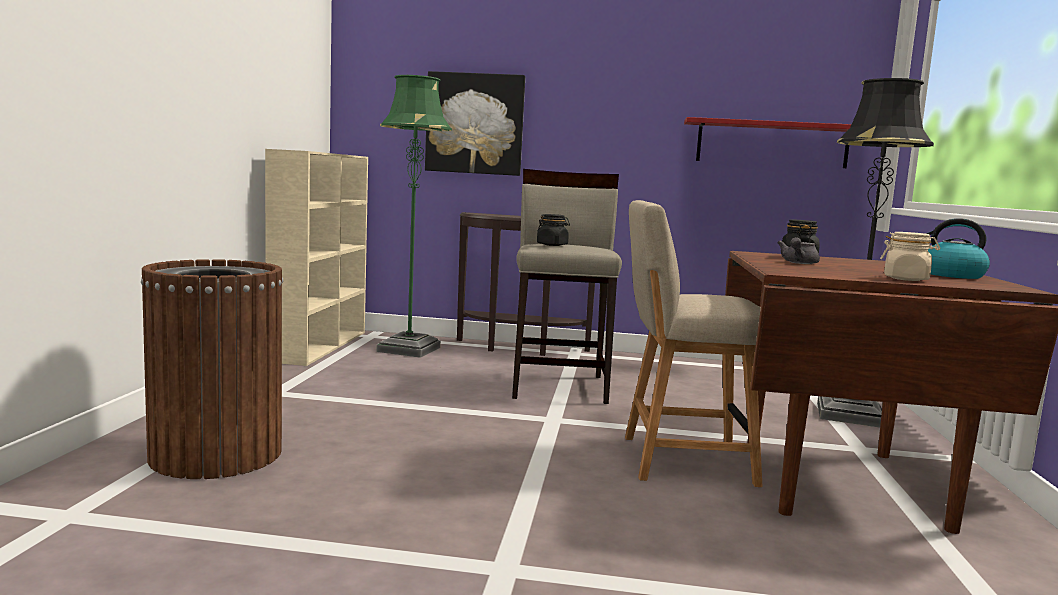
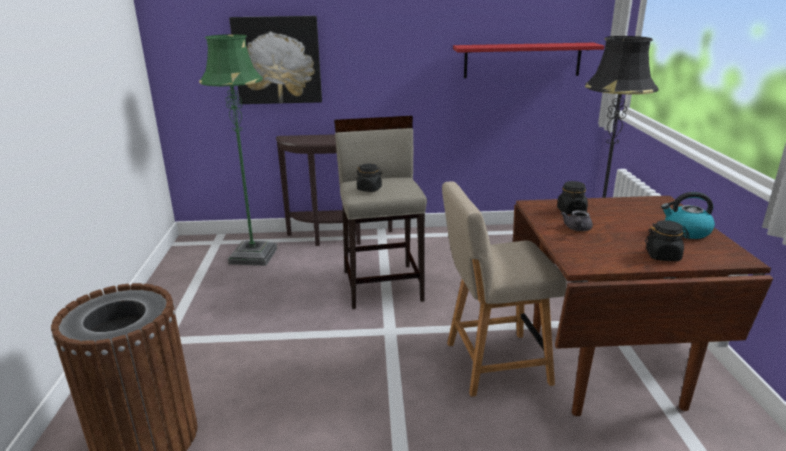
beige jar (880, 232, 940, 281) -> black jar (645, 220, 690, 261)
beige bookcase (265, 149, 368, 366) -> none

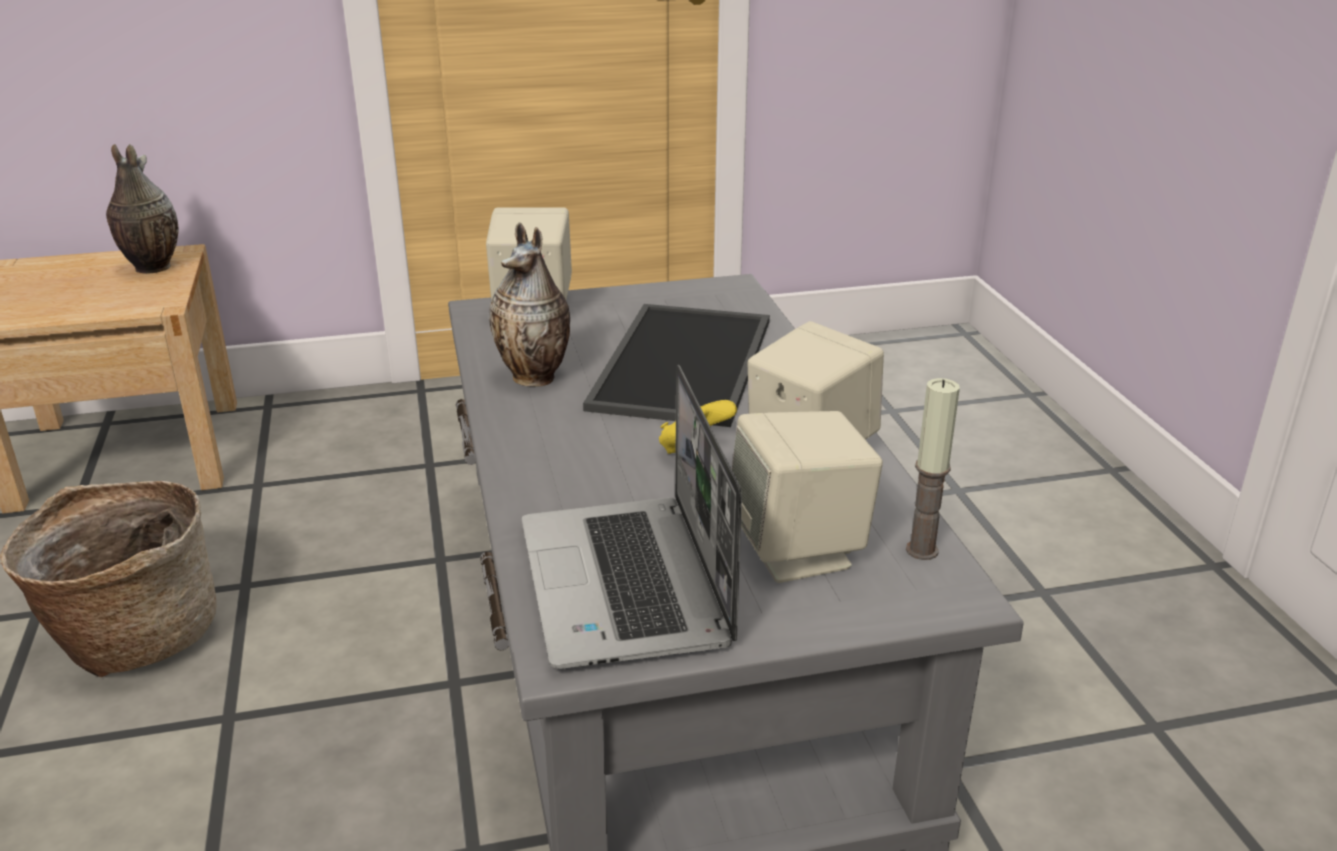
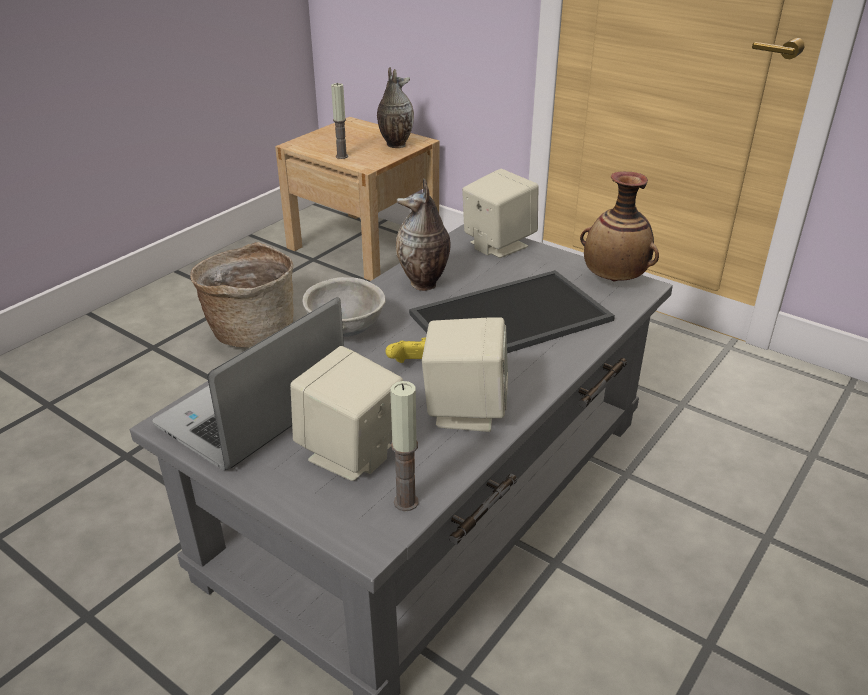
none -> grey bowl (302, 277, 386, 337)
none -> candle (331, 83, 348, 159)
none -> vase (580, 172, 659, 281)

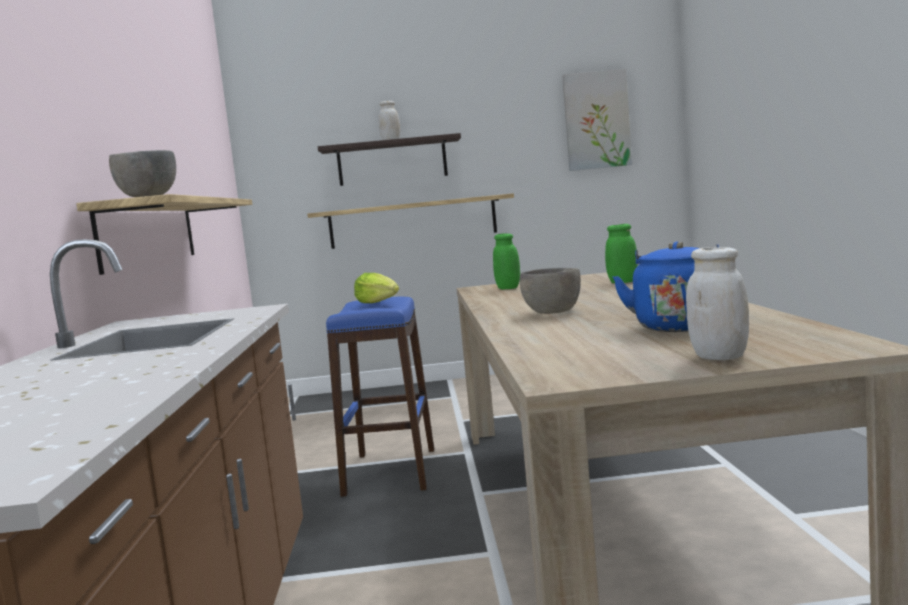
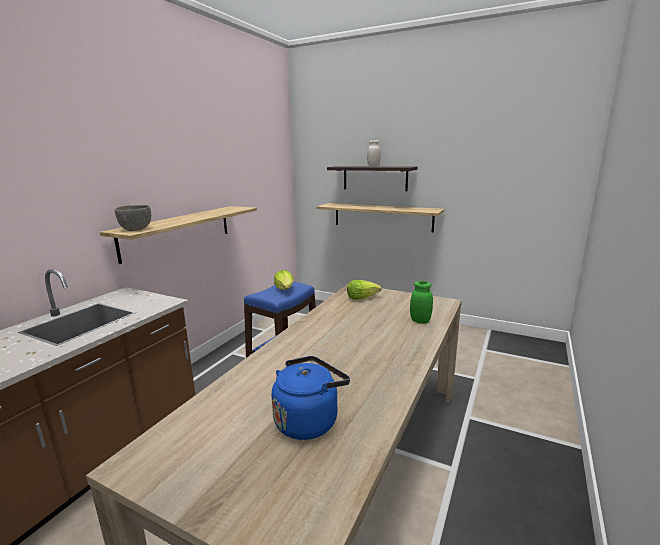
green jar (493, 233, 520, 289) -> lettuce (347, 280, 382, 300)
grey bowl (520, 268, 581, 314) -> none
picture (562, 69, 632, 171) -> none
white jar (686, 247, 749, 360) -> none

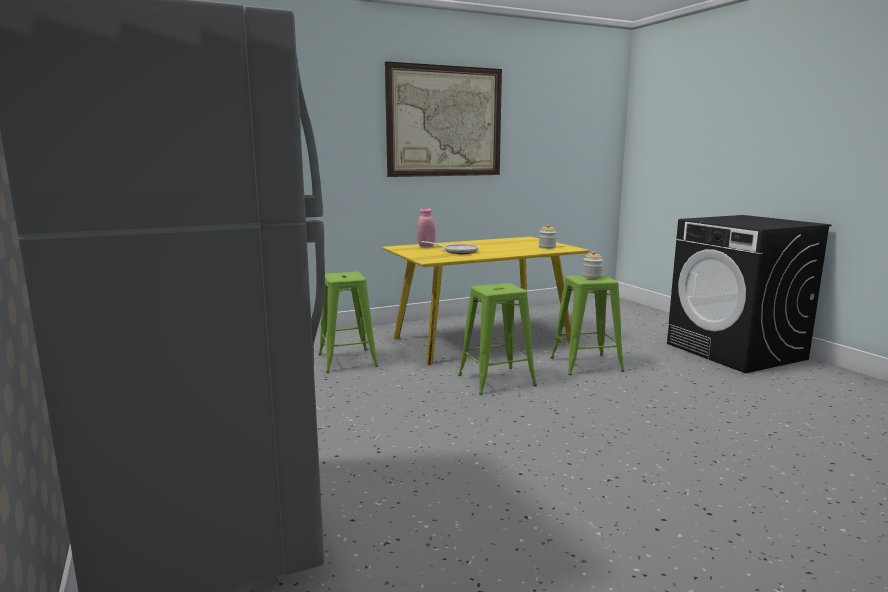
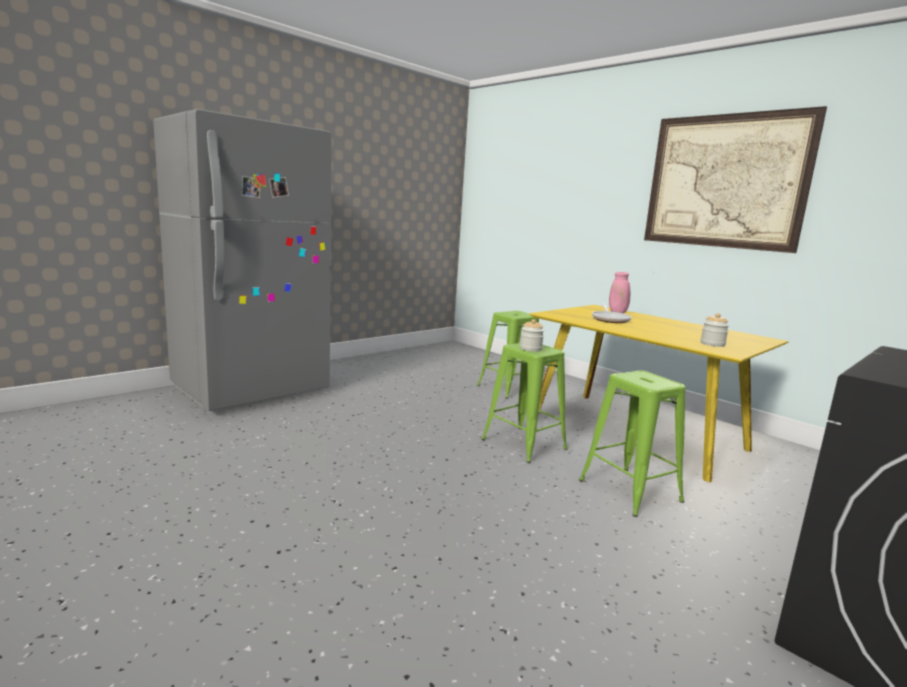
jar (583, 251, 603, 279) -> jar (520, 319, 544, 352), move

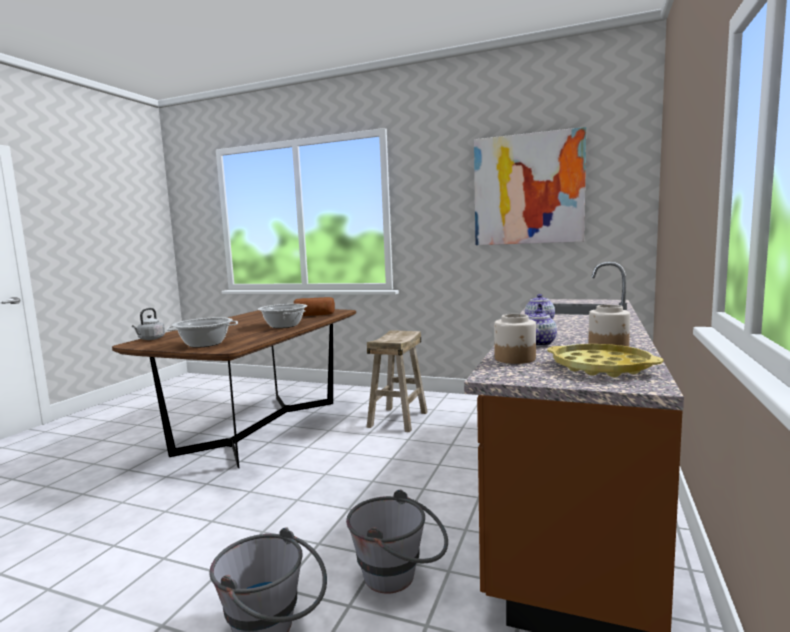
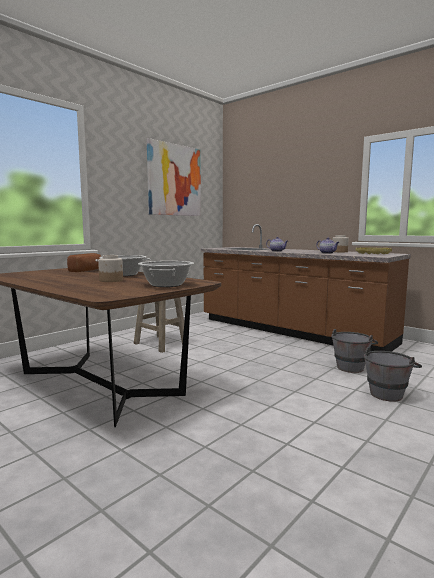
jar (494, 314, 536, 364) -> jar (98, 255, 123, 282), move
grey kettle (132, 308, 165, 340) -> none

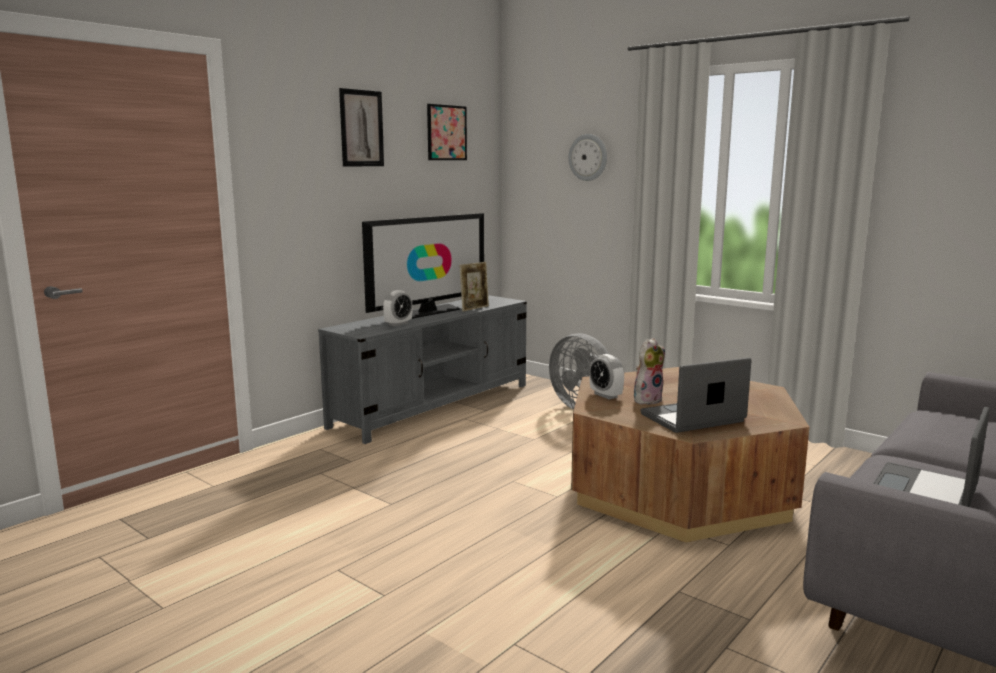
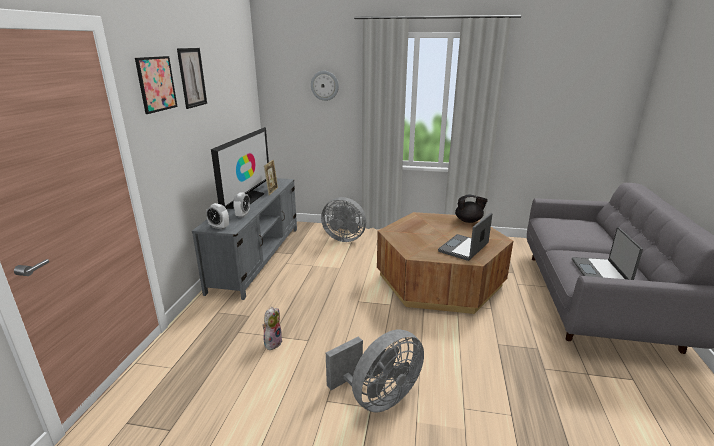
picture (427, 104, 467, 160) -> picture (135, 56, 177, 114), move
alarm clock (589, 354, 624, 400) -> alarm clock (206, 203, 229, 230), move
plush toy (634, 338, 665, 405) -> plush toy (262, 307, 283, 350), move
none -> grey fan (326, 330, 424, 412)
none -> black teapot (455, 195, 488, 223)

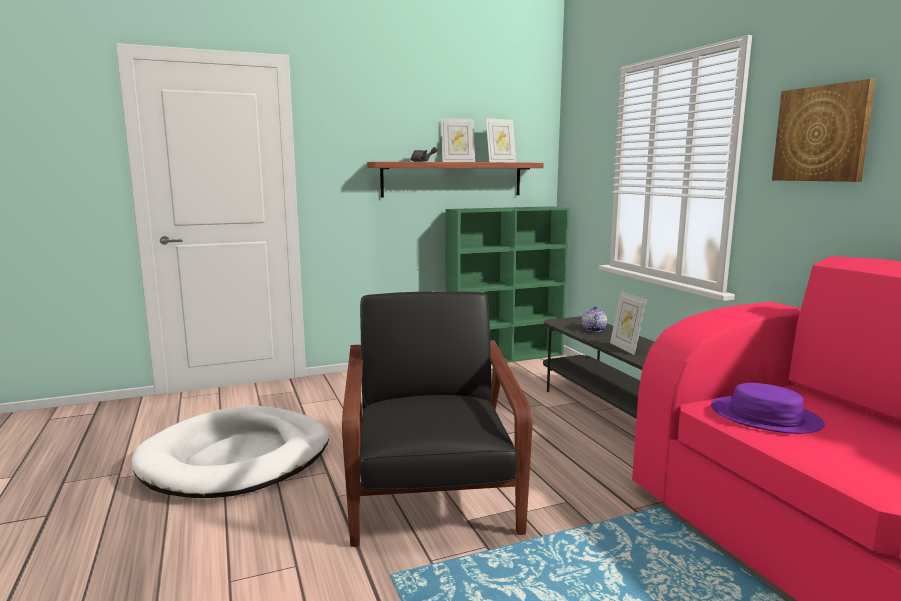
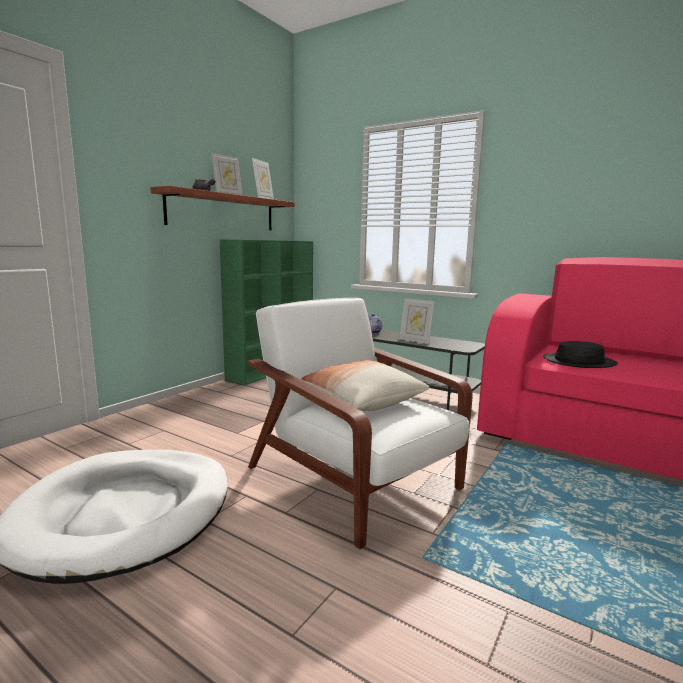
black armchair (342, 291, 533, 547) -> white armchair (247, 298, 473, 549)
none -> pillow (301, 360, 430, 411)
purple hat (711, 383, 825, 434) -> black hat (543, 341, 618, 368)
picture (772, 79, 876, 182) -> none

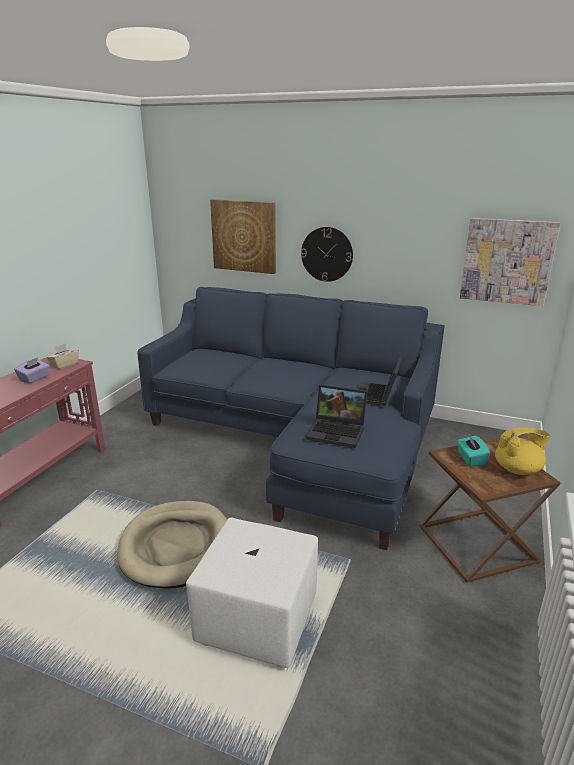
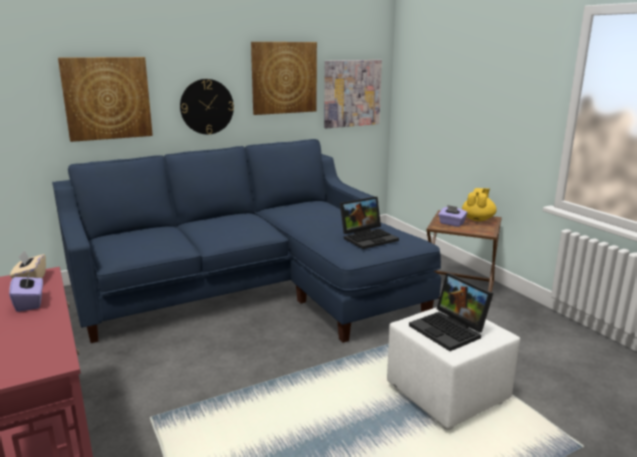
none -> picture (251, 42, 317, 115)
laptop (357, 357, 402, 406) -> laptop (409, 273, 493, 351), move
turquoise tissue box (457, 435, 490, 467) -> purple tissue box (438, 205, 467, 227)
beige dog bed (117, 501, 227, 588) -> none

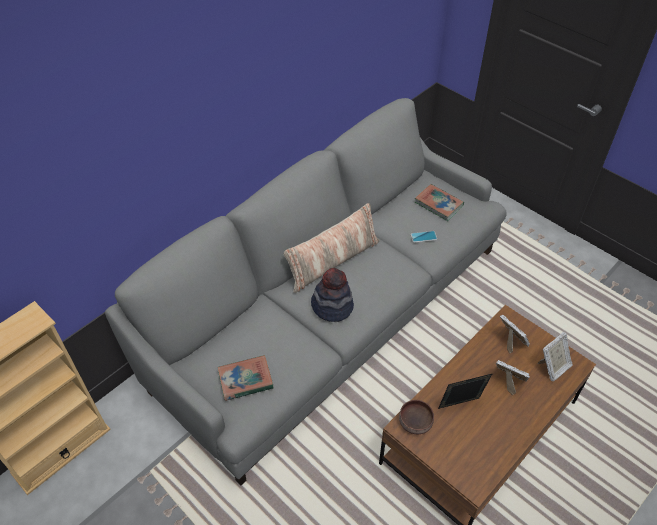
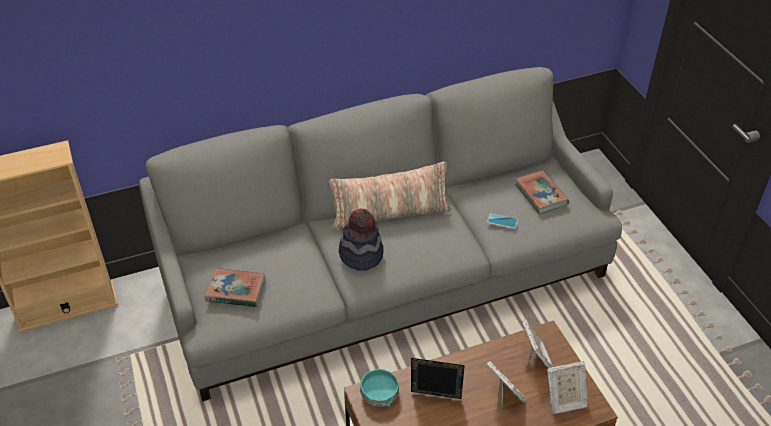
brown bowl (399, 400, 434, 434) -> turquoise bowl (360, 369, 399, 407)

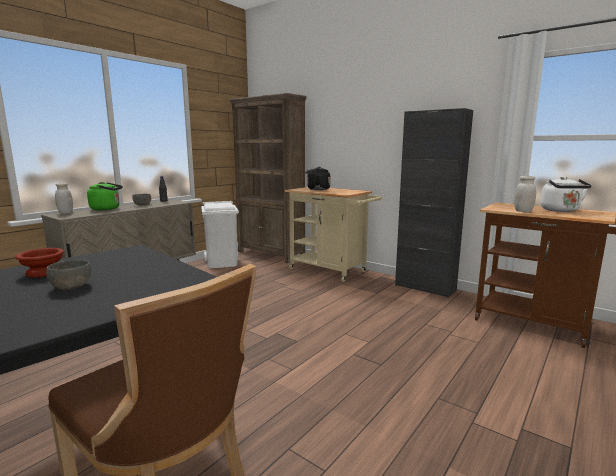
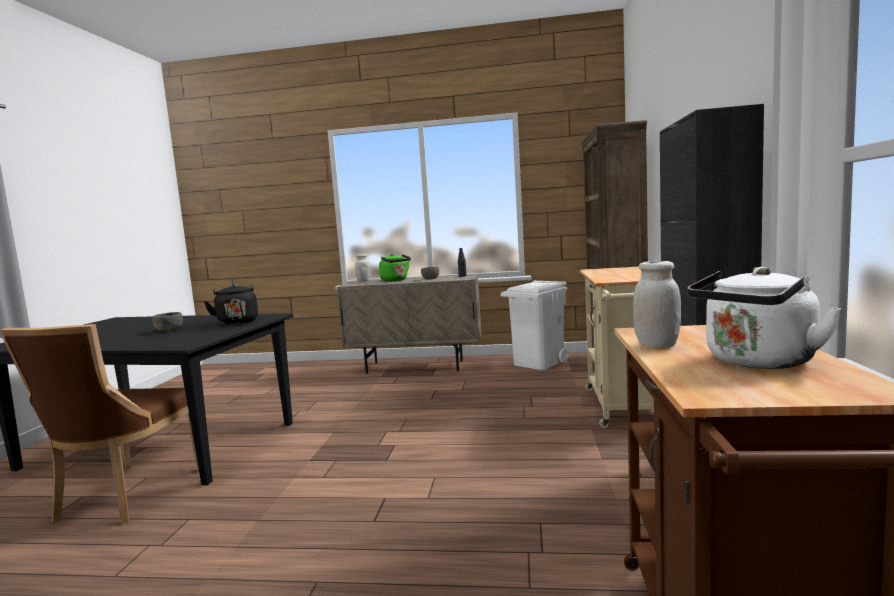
black kettle (305, 167, 331, 190) -> black kettle (204, 284, 258, 325), move
brown bowl (15, 248, 64, 277) -> none

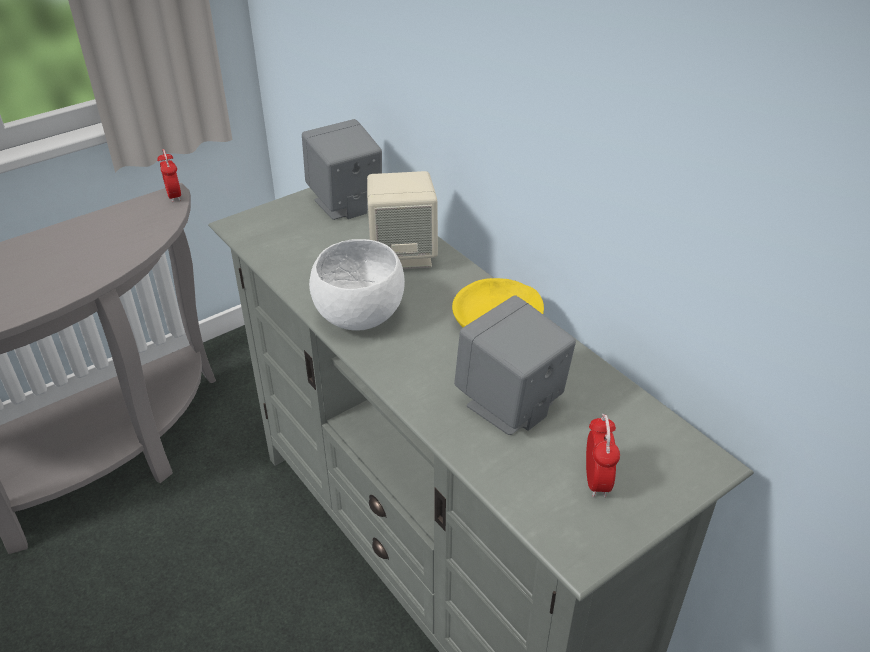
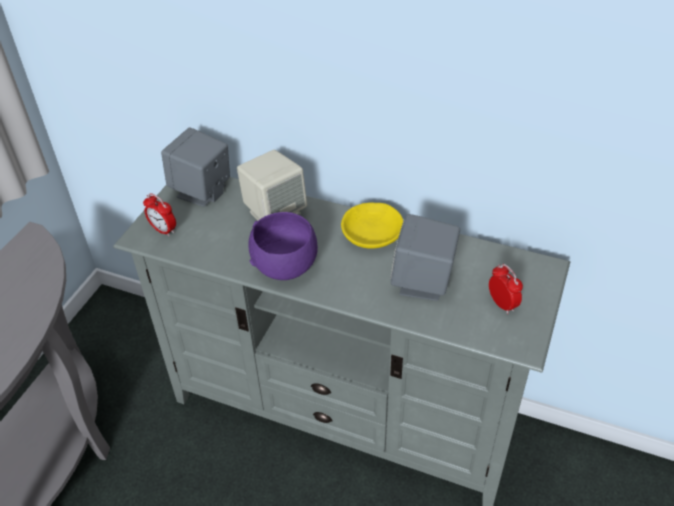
alarm clock (157, 149, 181, 202) -> alarm clock (143, 193, 176, 236), move
white bowl (309, 239, 405, 331) -> purple bowl (249, 212, 318, 280)

